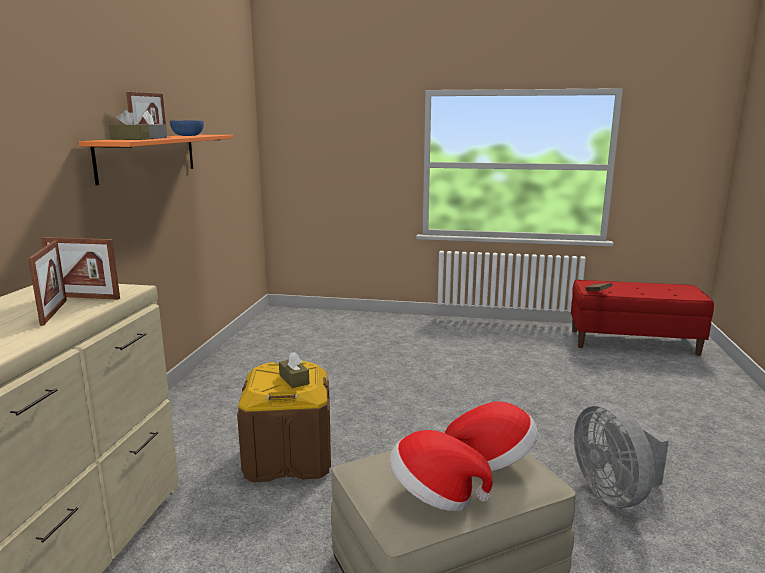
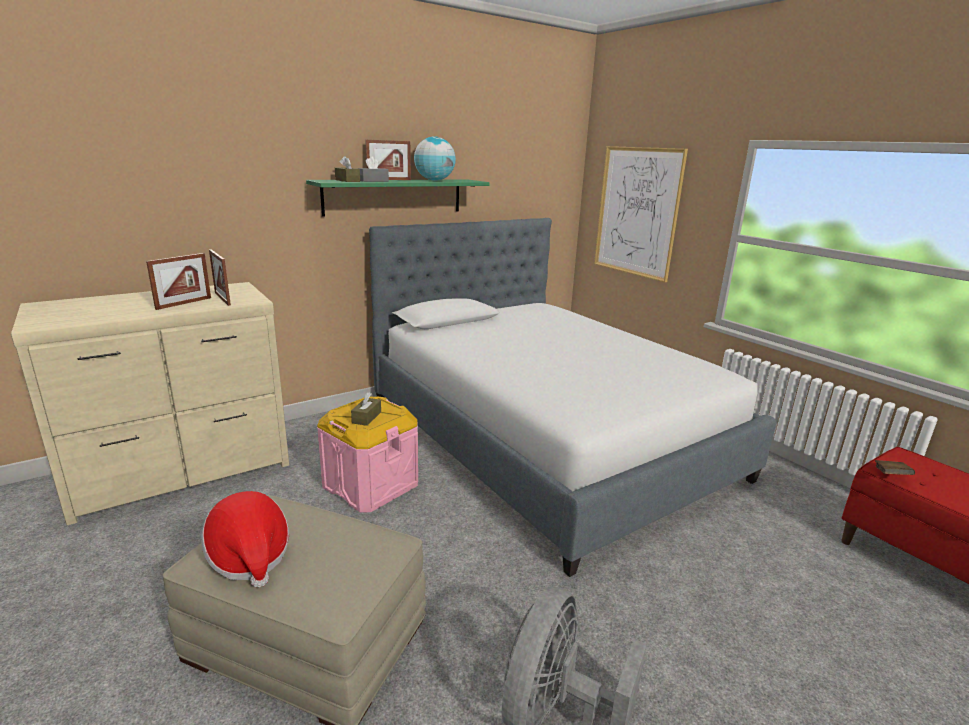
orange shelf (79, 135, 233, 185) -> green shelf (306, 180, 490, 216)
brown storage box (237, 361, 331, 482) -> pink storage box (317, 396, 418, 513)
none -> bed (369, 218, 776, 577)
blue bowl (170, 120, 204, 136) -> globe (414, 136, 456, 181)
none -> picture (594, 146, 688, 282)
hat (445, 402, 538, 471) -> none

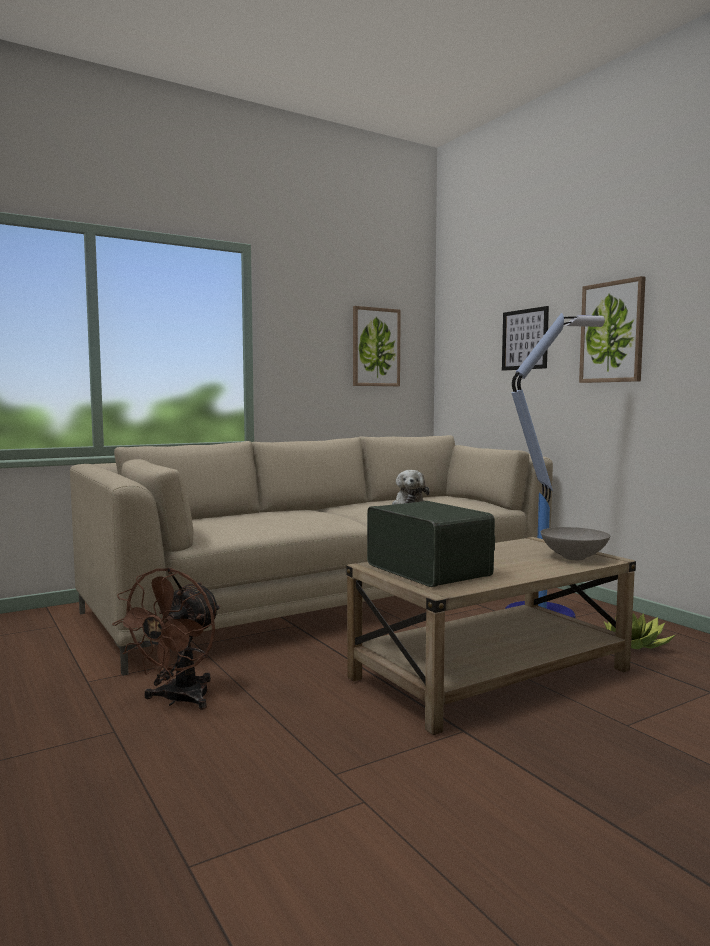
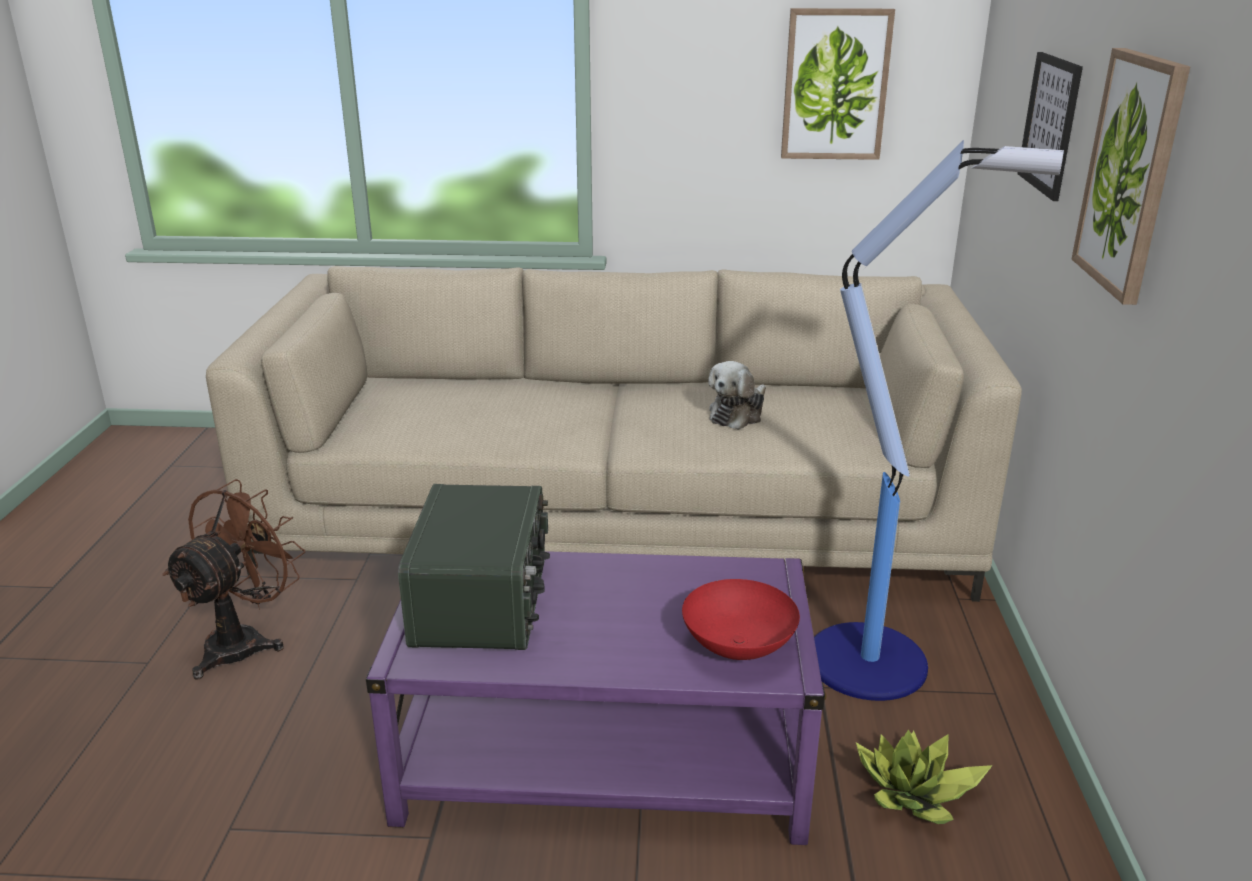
brown fan (112, 568, 221, 710) -> brown fan (162, 479, 305, 680), 150 degrees clockwise
beige coffee table (346, 537, 636, 735) -> purple coffee table (366, 551, 826, 845)
grey bowl (541, 527, 610, 560) -> red bowl (682, 579, 800, 660)

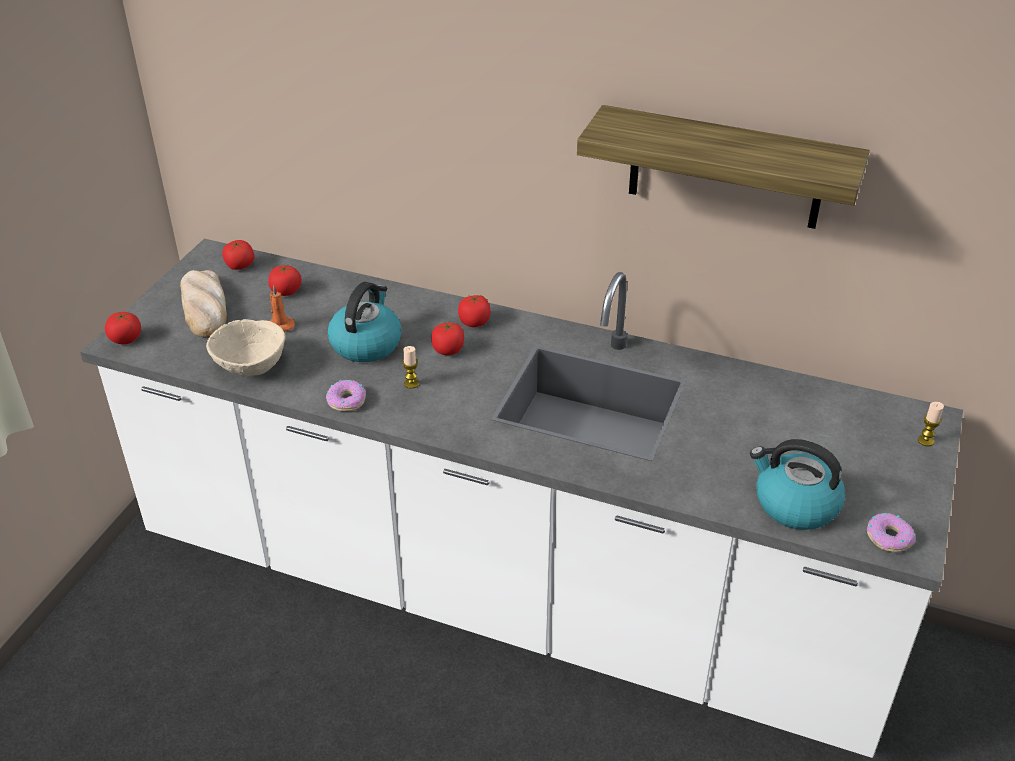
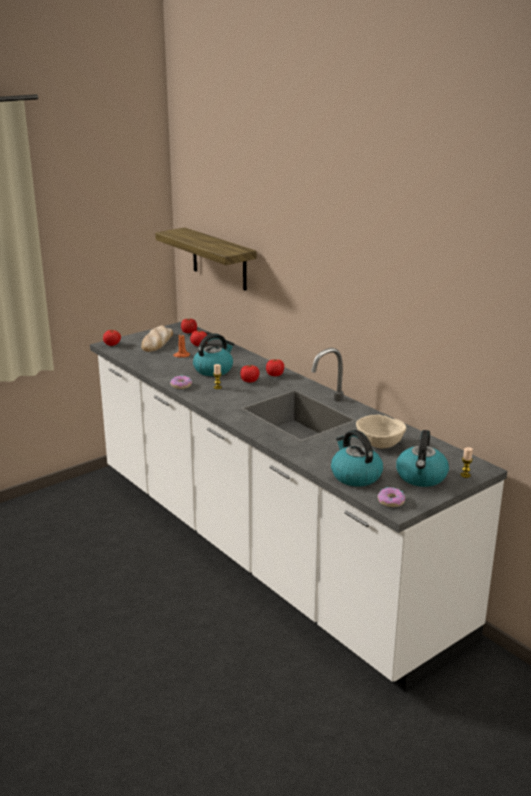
shelf (577, 105, 870, 229) -> shelf (155, 227, 256, 291), move
beige bowl (206, 319, 285, 376) -> beige bowl (356, 415, 406, 449), move
none -> kettle (396, 430, 449, 487)

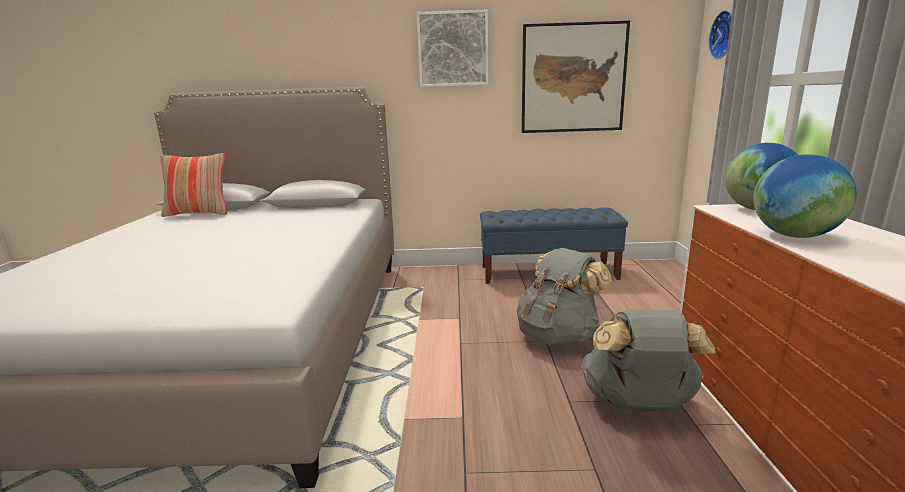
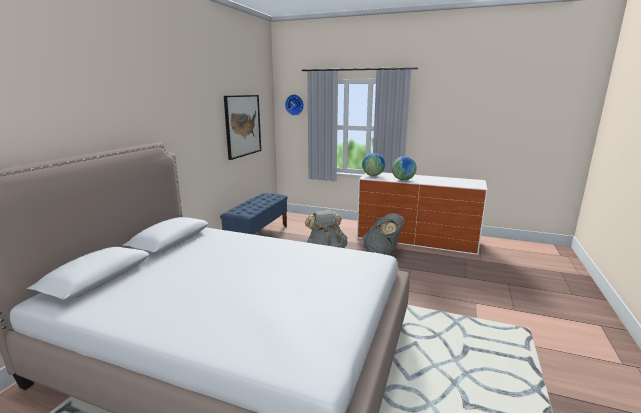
pillow (160, 153, 227, 217) -> none
picture (417, 10, 488, 87) -> none

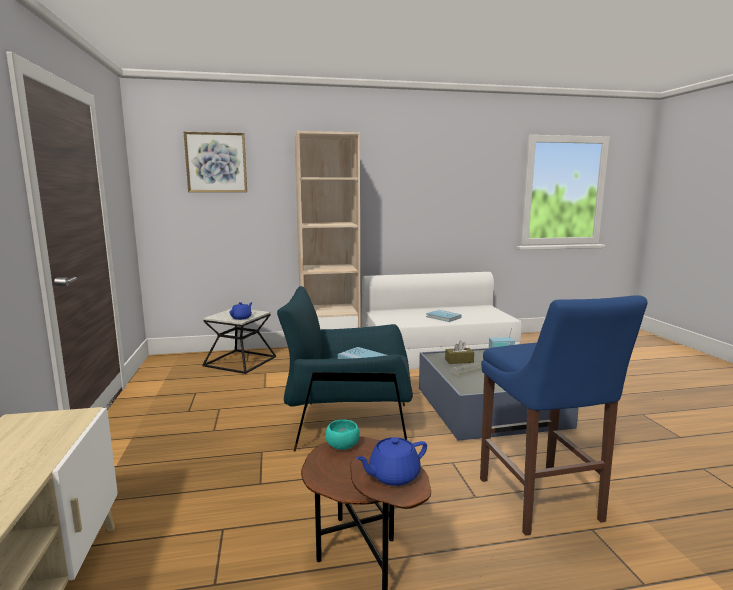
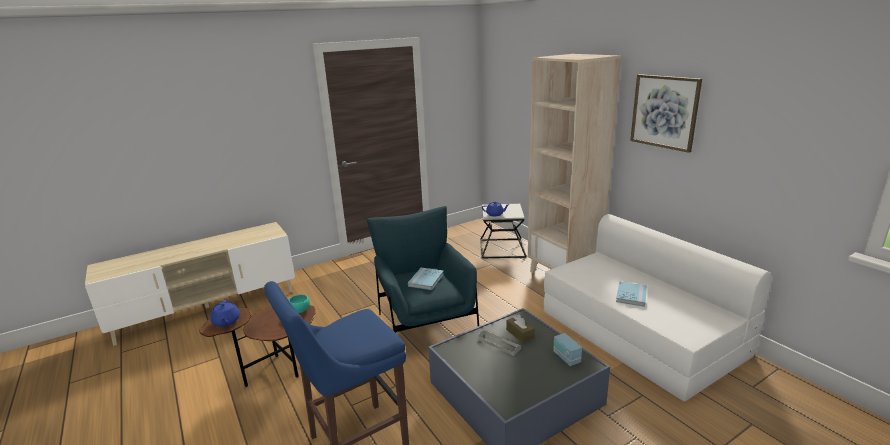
blue teapot (356, 437, 427, 486) -> blue teapot (210, 300, 240, 327), 150 degrees counterclockwise
picture (184, 132, 247, 192) -> picture (630, 74, 702, 153), move

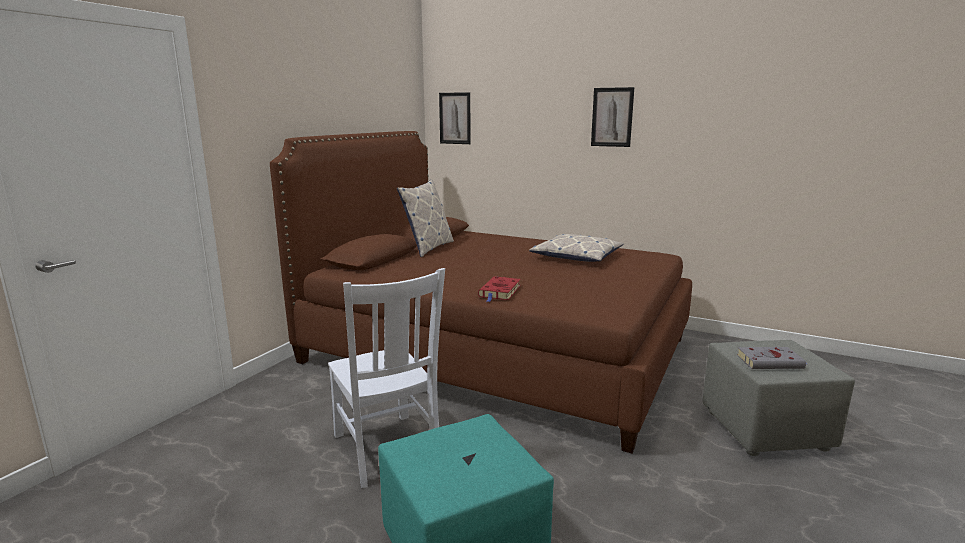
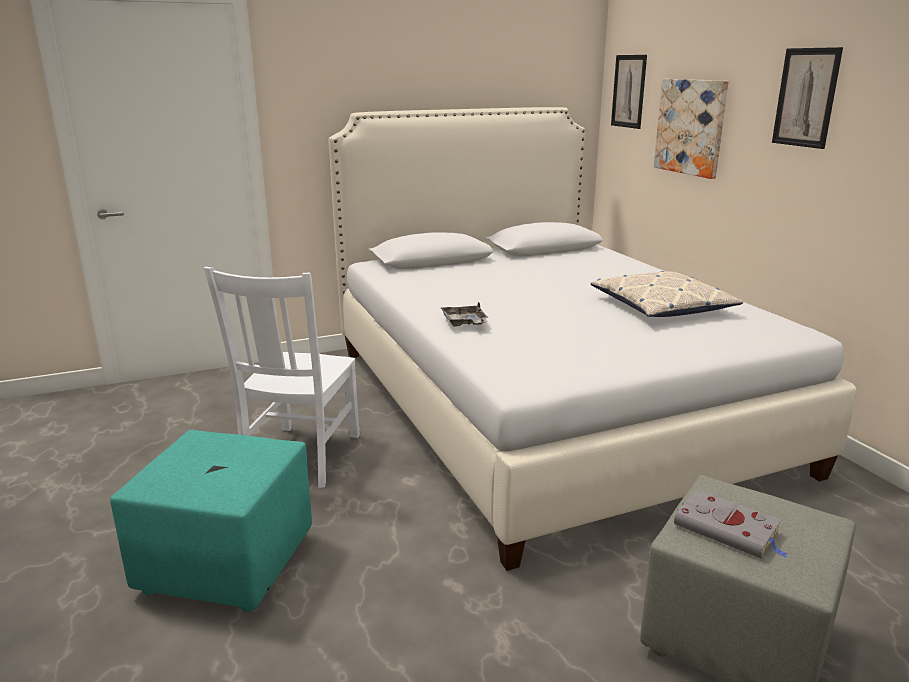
brown bed (270, 131, 692, 454) -> white bed (328, 107, 856, 571)
red book (478, 276, 521, 302) -> grey tray (440, 302, 488, 327)
none -> picture (654, 79, 729, 179)
pillow (397, 180, 454, 257) -> none

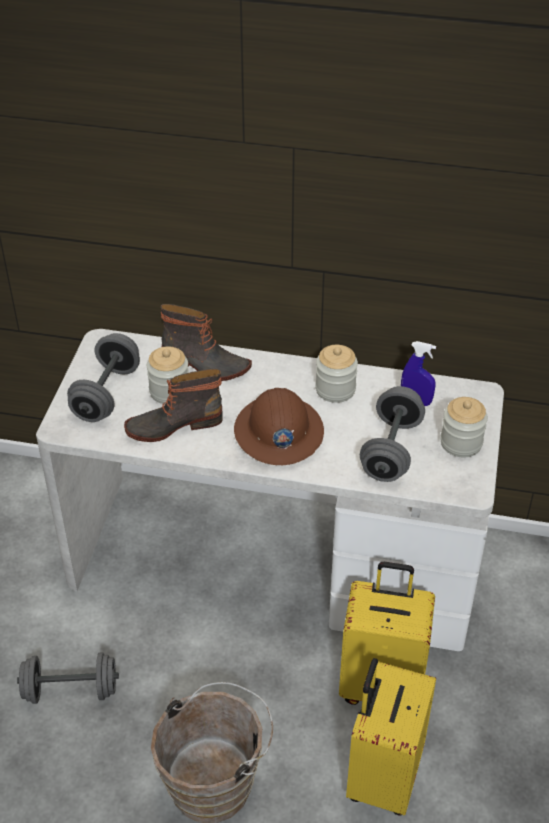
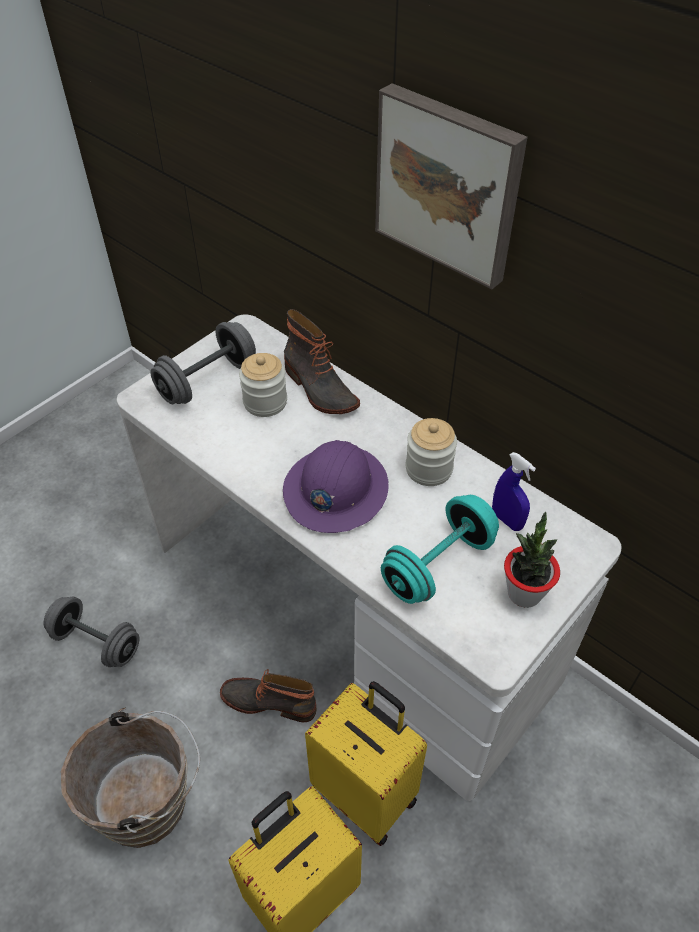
boot (124, 369, 223, 442) -> boot (220, 669, 317, 722), move
brown hard hat (234, 388, 324, 465) -> purple hard hat (283, 440, 389, 533)
none -> picture (375, 83, 527, 289)
grey dumbbell (360, 386, 425, 482) -> turquoise dumbbell (381, 495, 499, 604)
jar (440, 397, 488, 457) -> potted plant (504, 512, 560, 608)

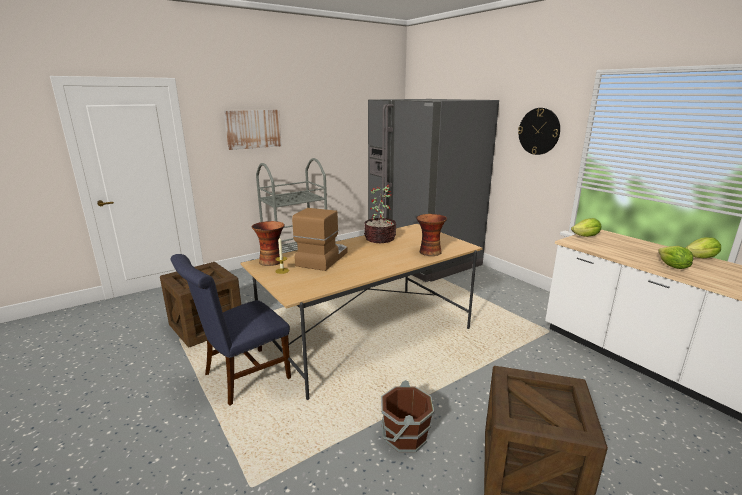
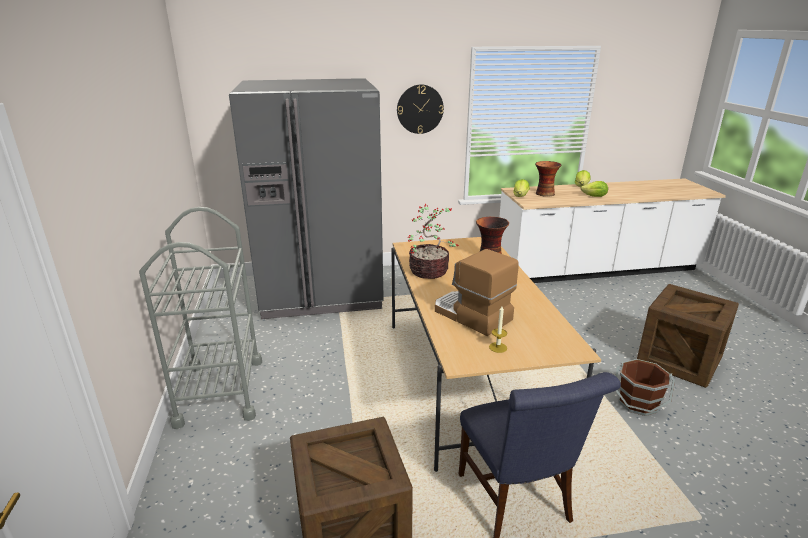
vase (252, 221, 285, 266) -> vase (535, 161, 562, 197), move
picture (224, 110, 282, 150) -> none

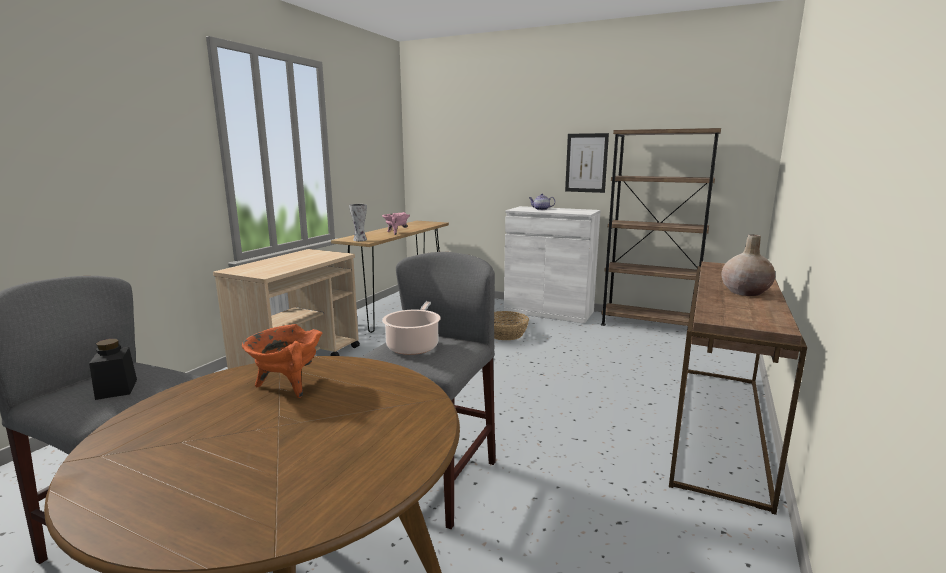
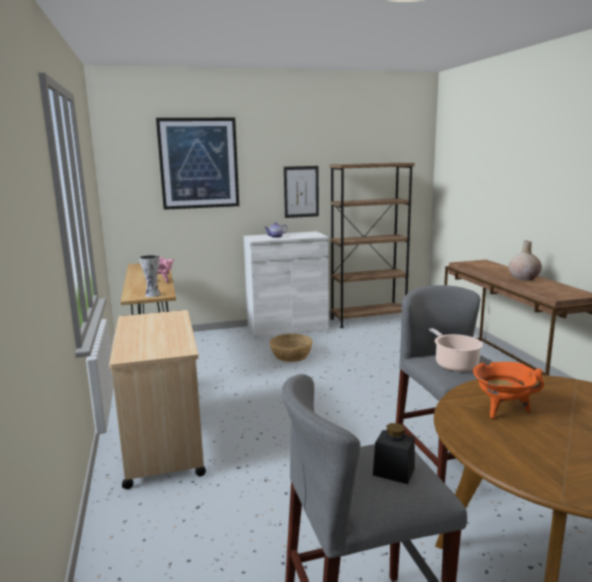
none -> picture (156, 118, 239, 210)

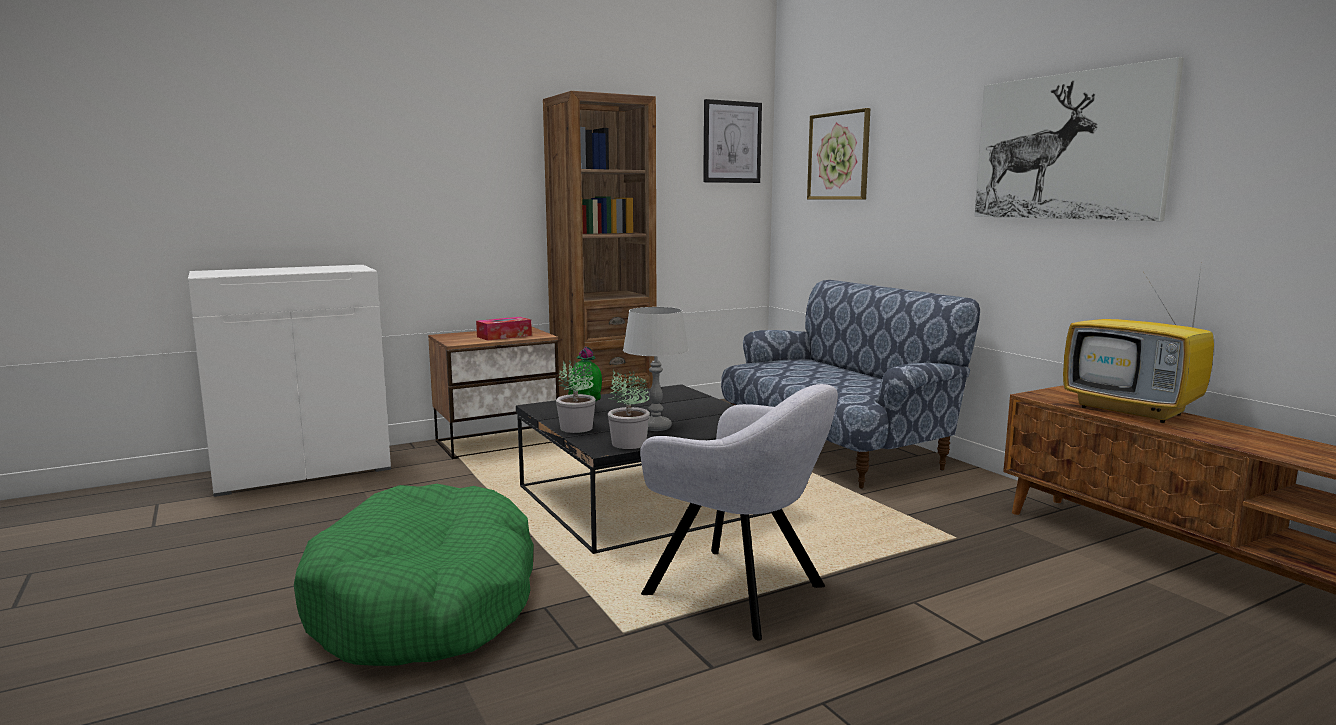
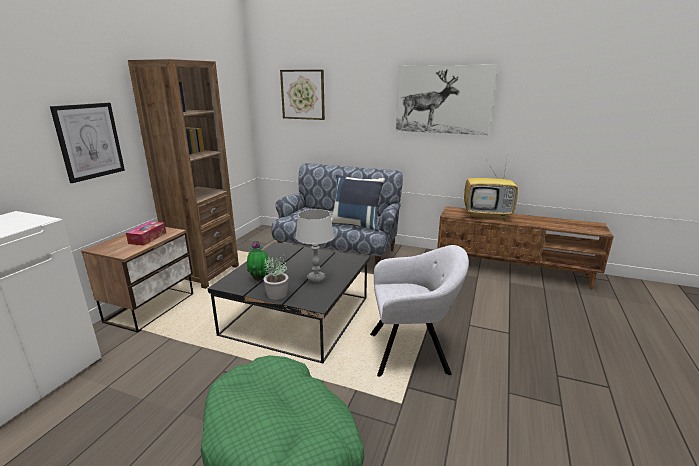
picture (703, 99, 762, 183) -> picture (50, 103, 125, 183), move
none -> blue pillow (331, 174, 385, 231)
potted plant (608, 370, 650, 449) -> none

